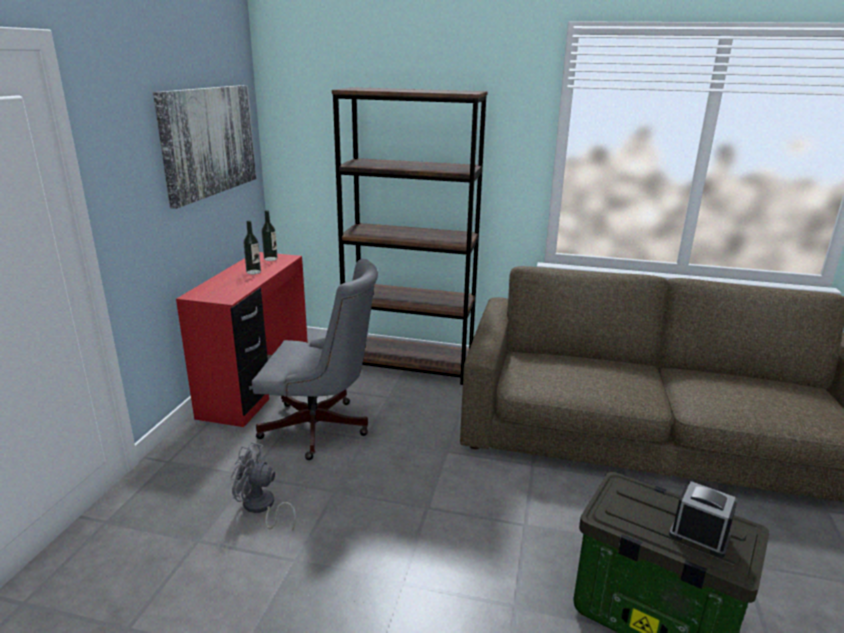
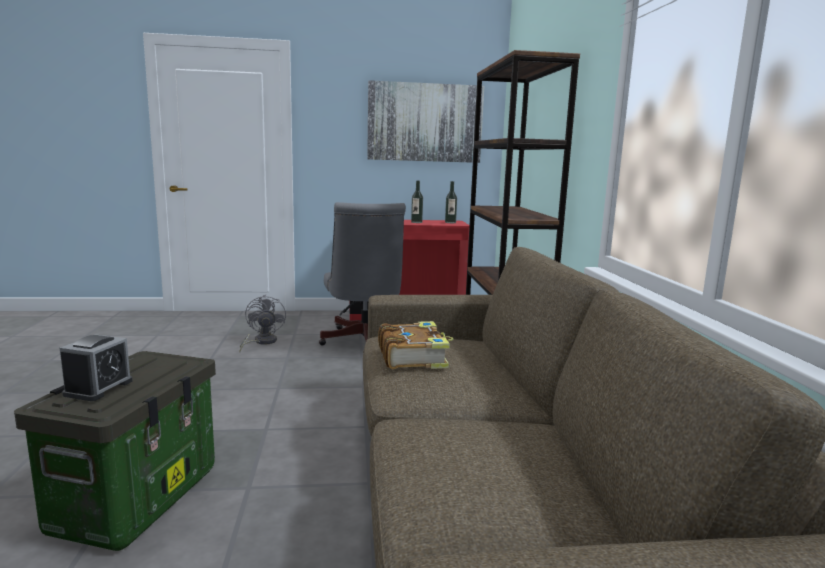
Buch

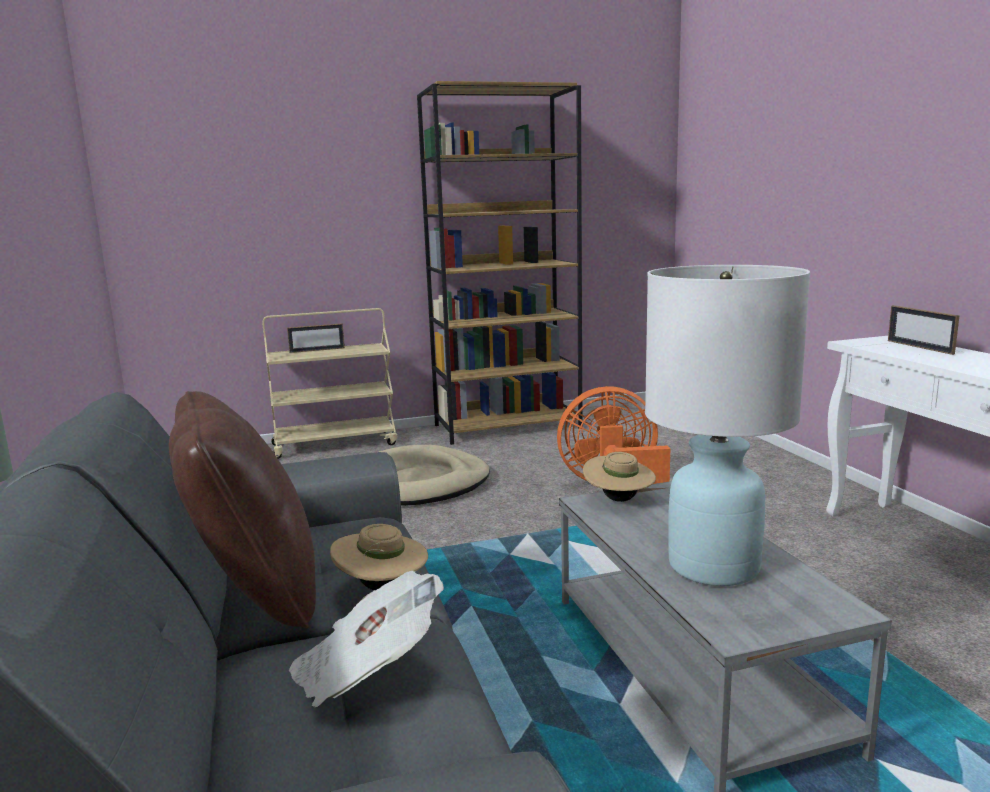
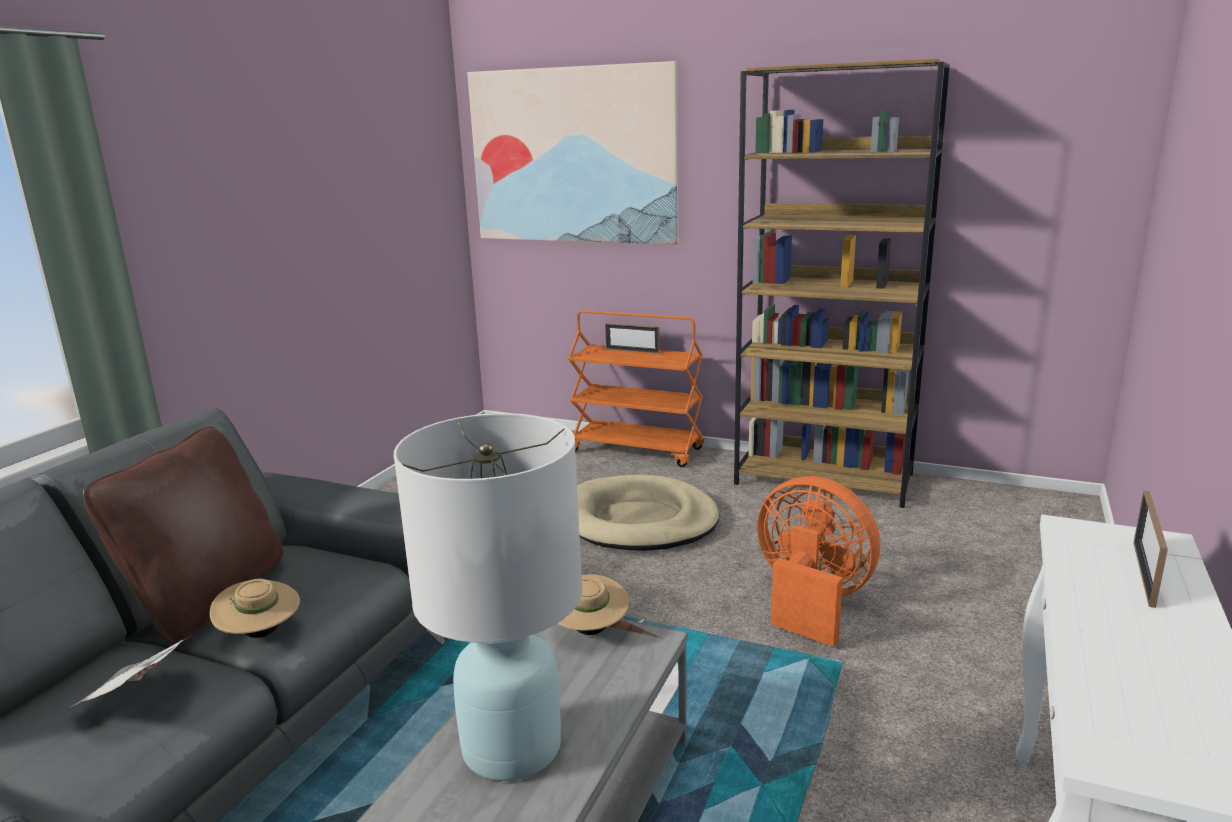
Rollwagen (orange)
Bild

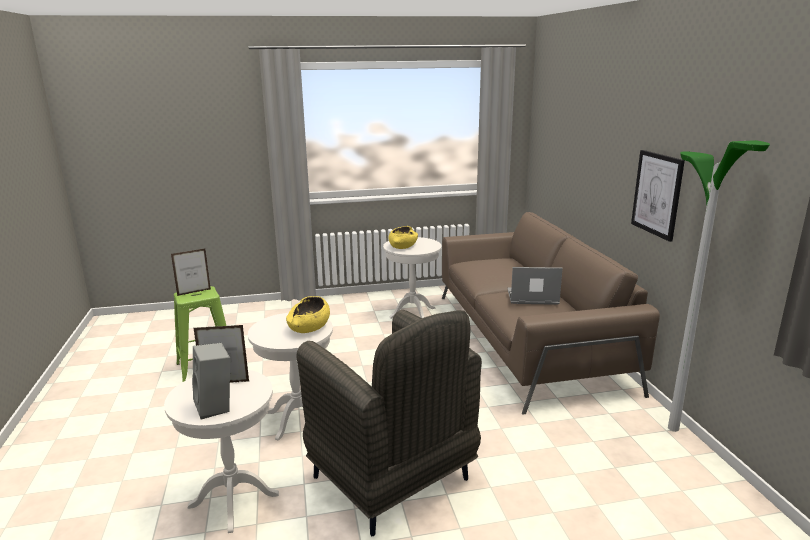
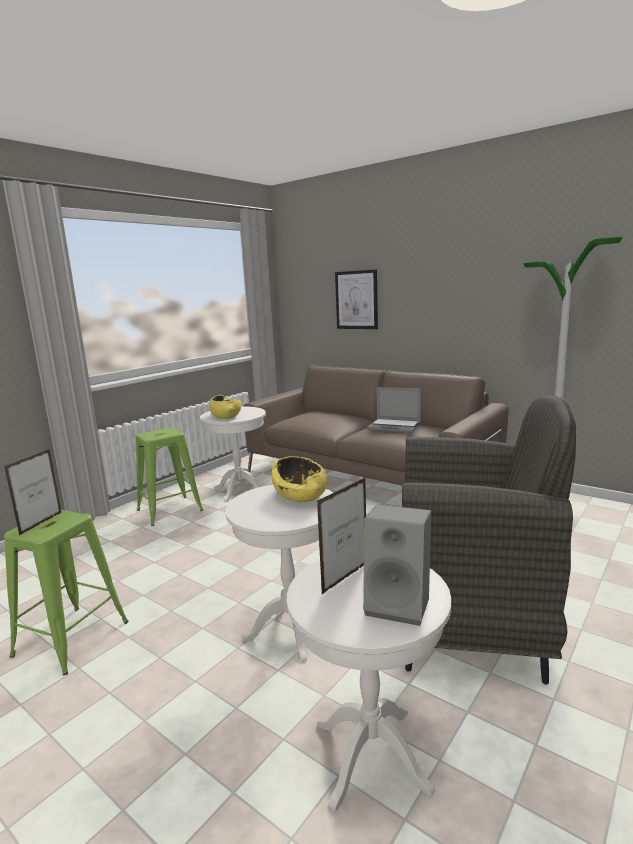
Bild
Laptop
Hocker (grün) (2nd from left)

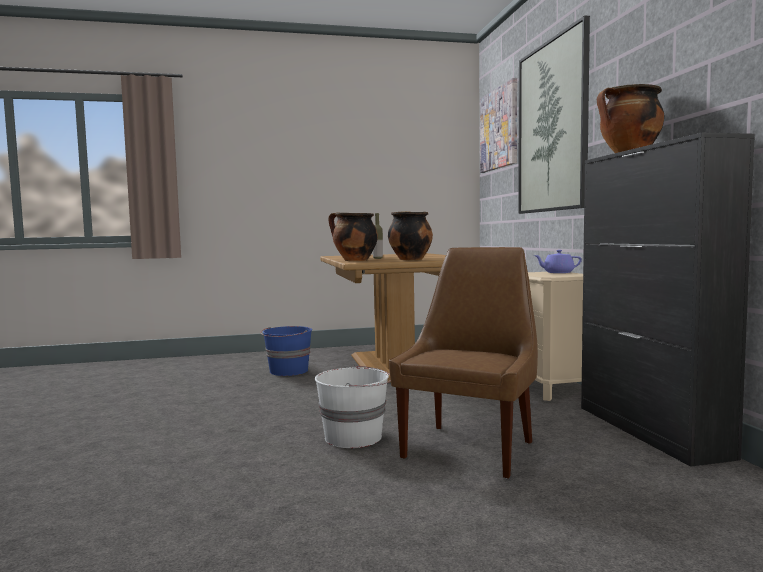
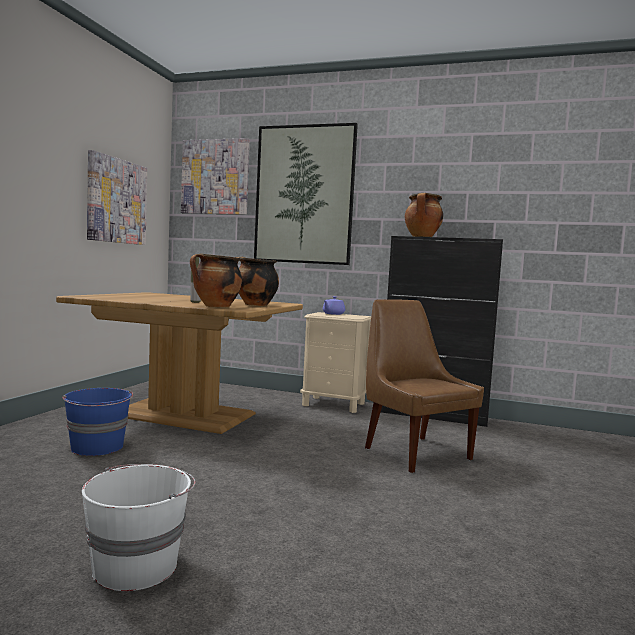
Eimer (weiß)
Bild (1st from left)

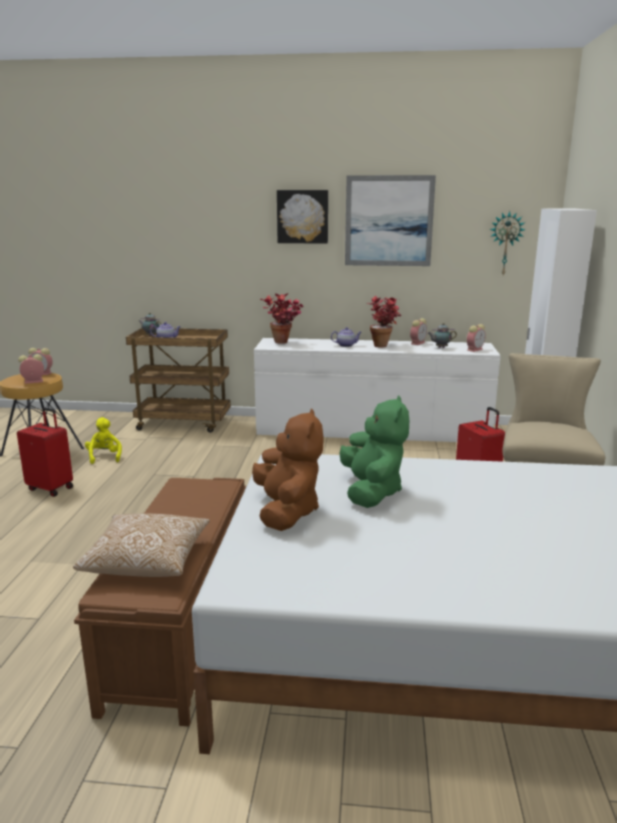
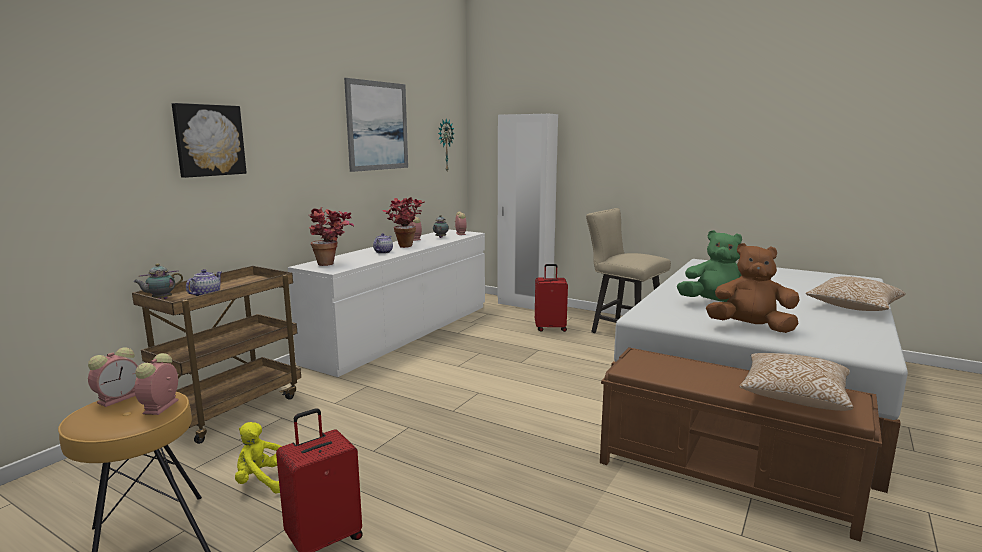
Bild (1st from left)
Kissen (2nd from left)

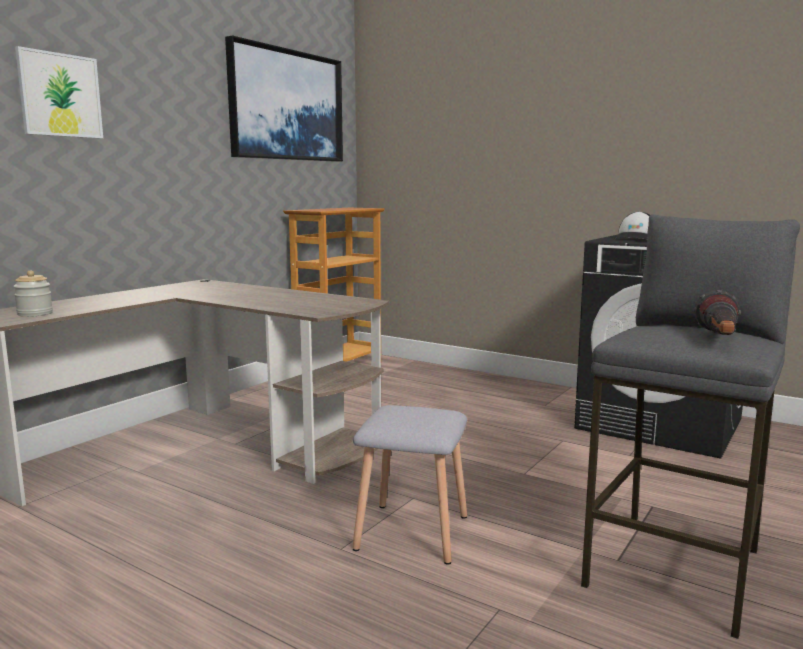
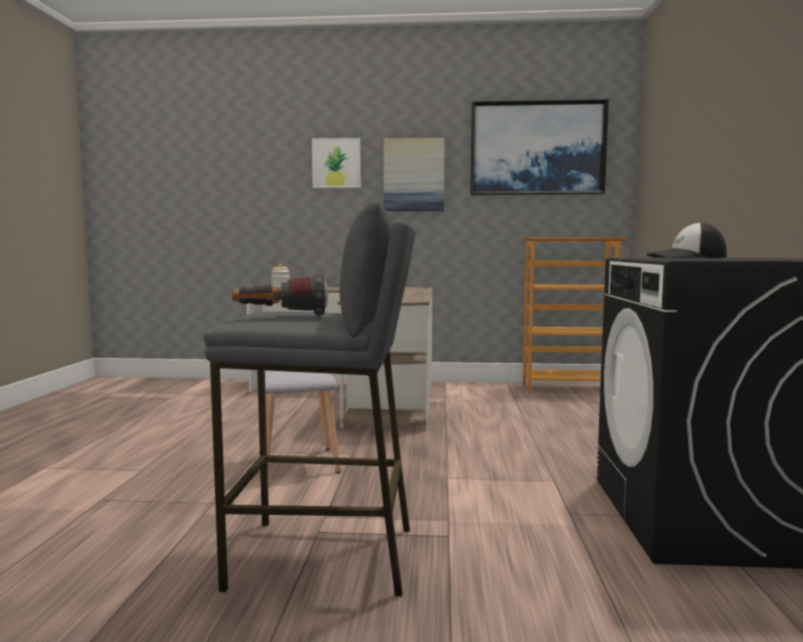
Bild (2nd from left)

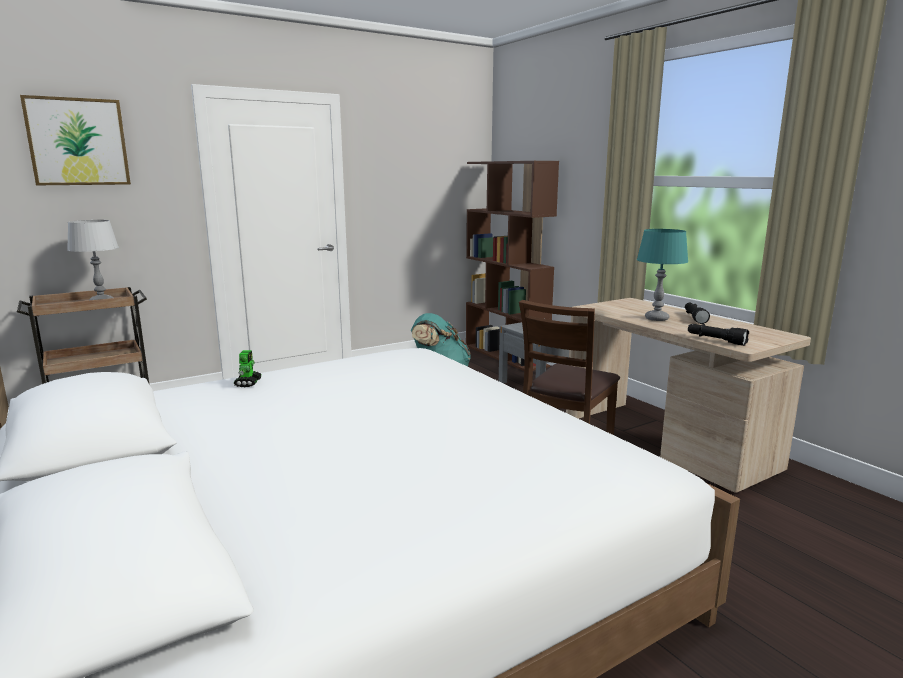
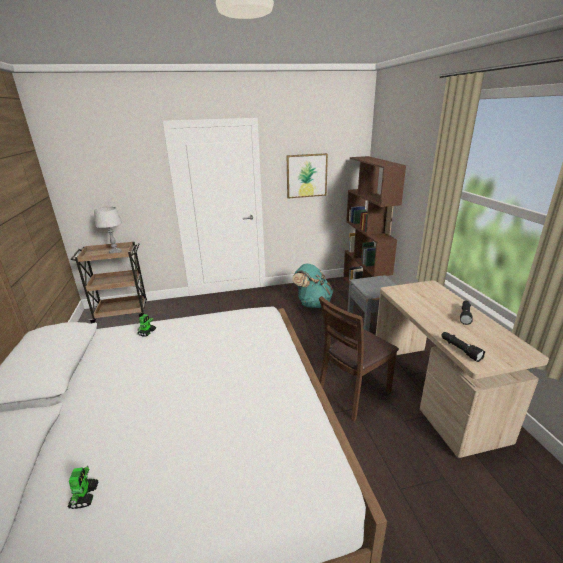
Bild
Tischlampe (türkis)
Spielzeugroboter (1st from left)

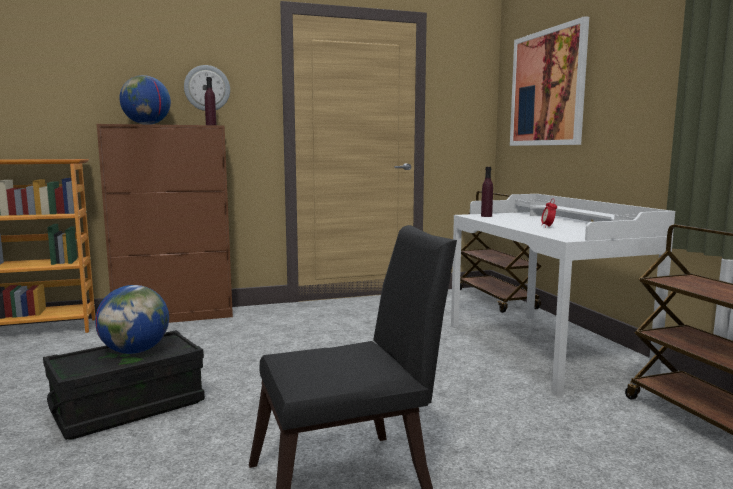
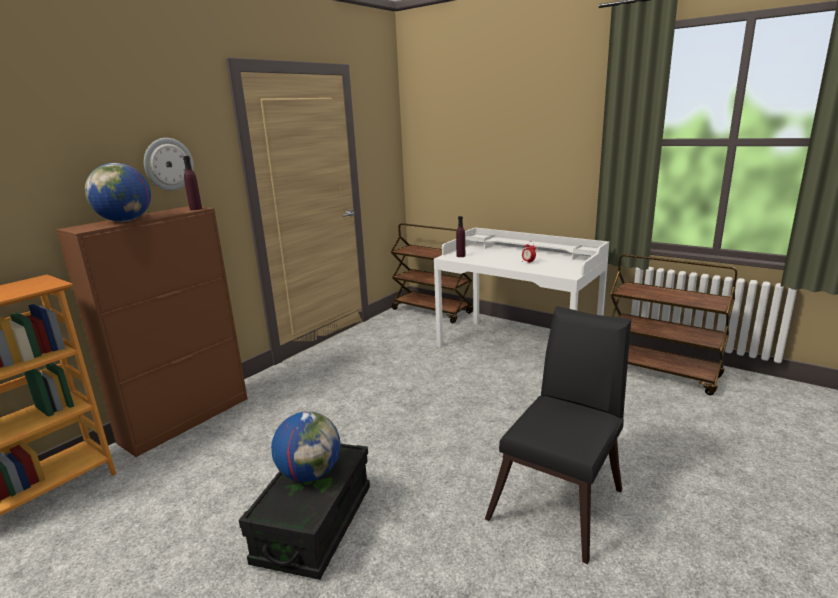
Bild

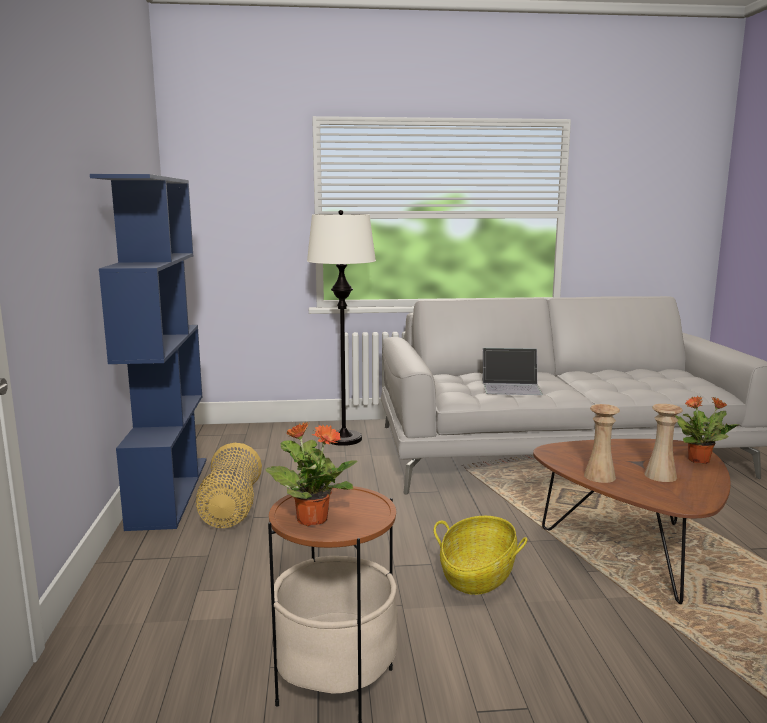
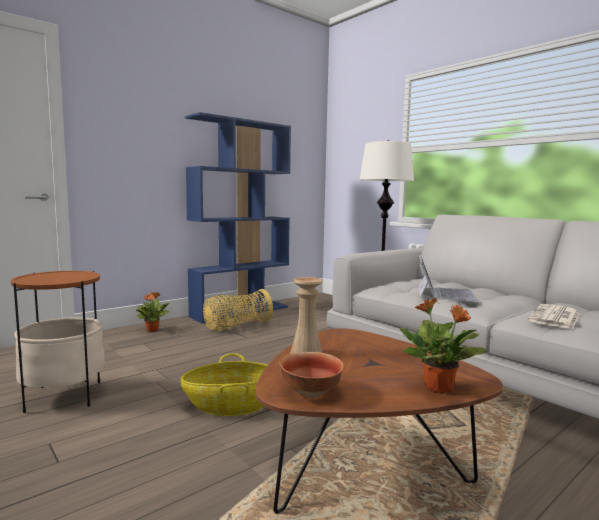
Laptop
Vase (beige) (2nd from left in the first image)
Topfpflanze (1st from left)
Zeitung
Schüssel

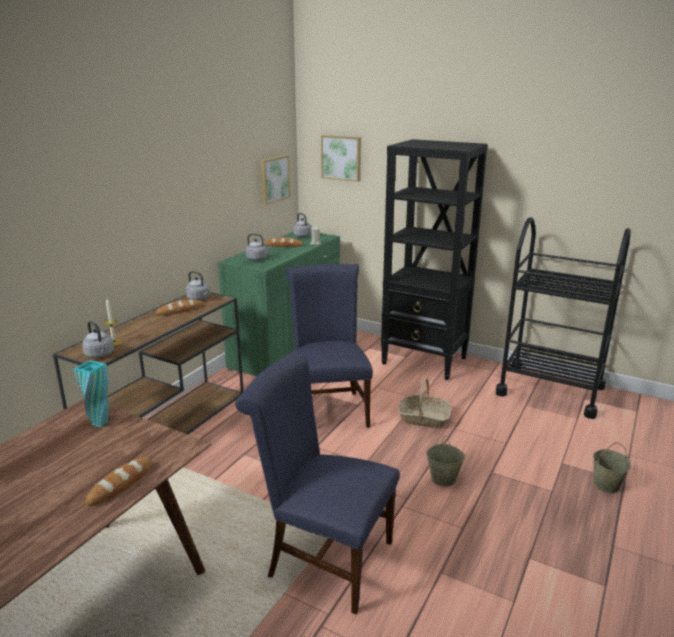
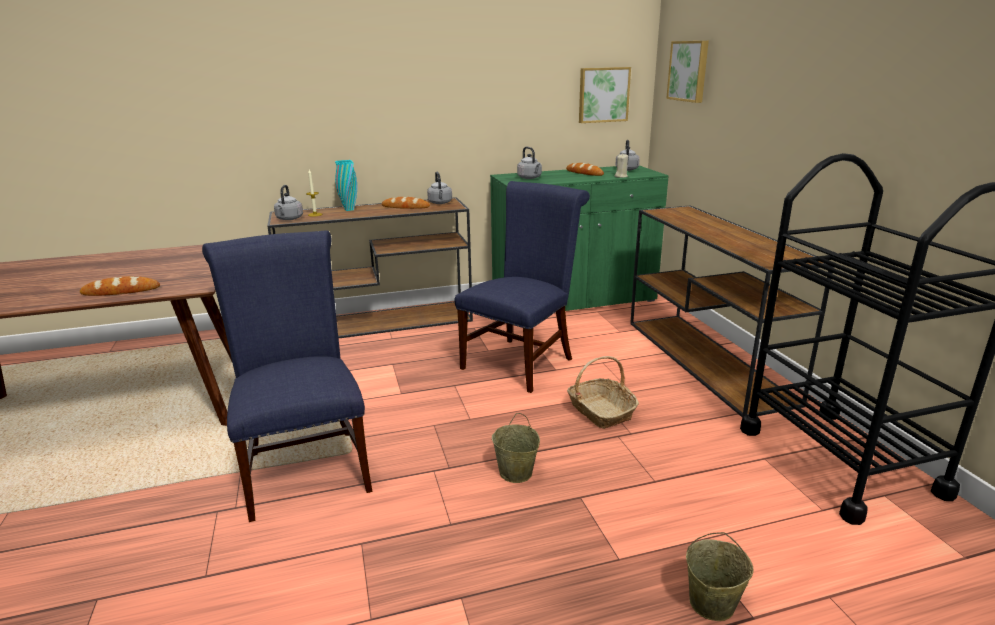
Konsolentisch (braun) (2nd from left)
Vase (türkis)

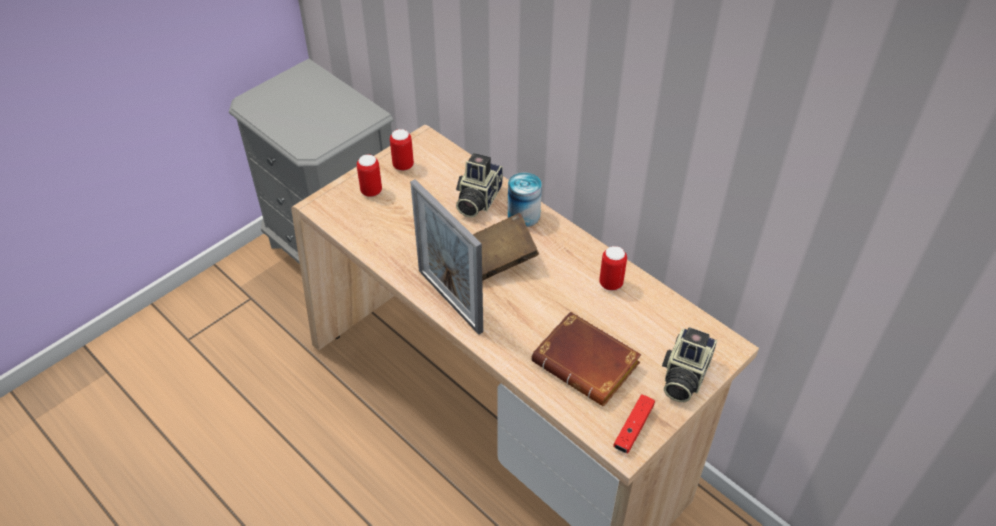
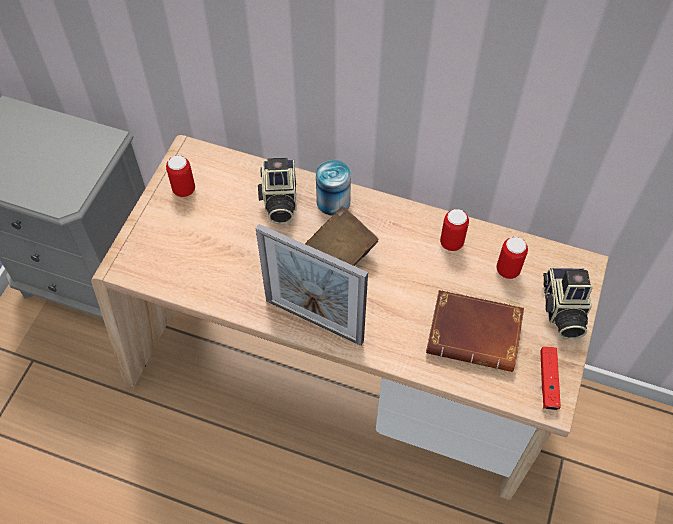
Dose (4th from left)

